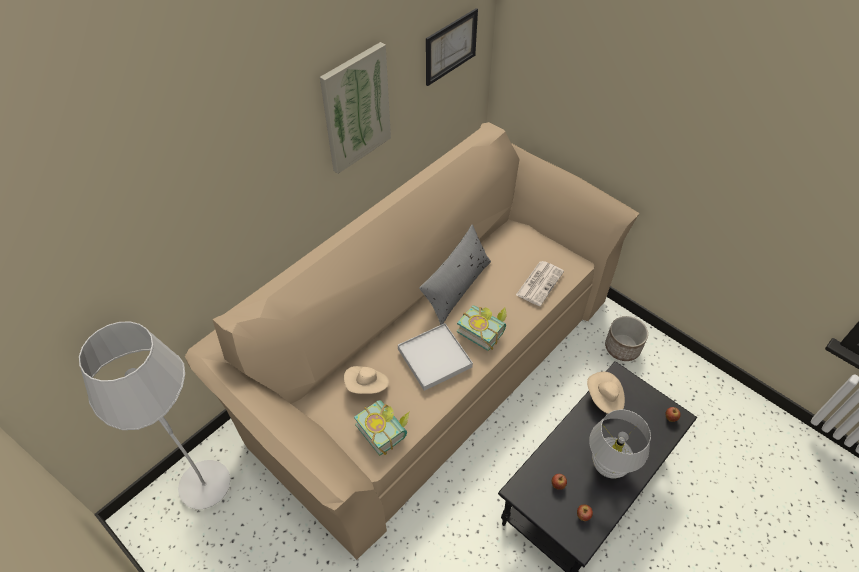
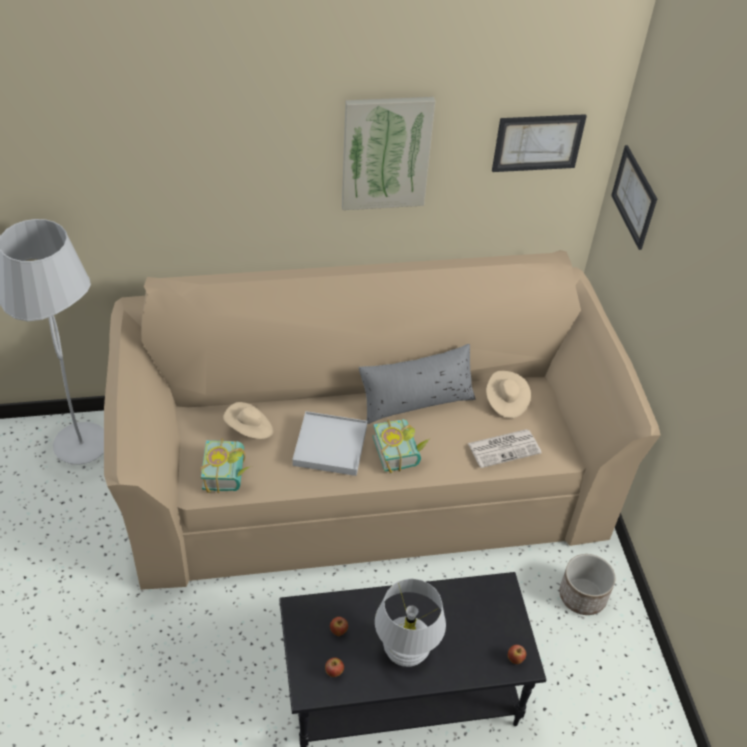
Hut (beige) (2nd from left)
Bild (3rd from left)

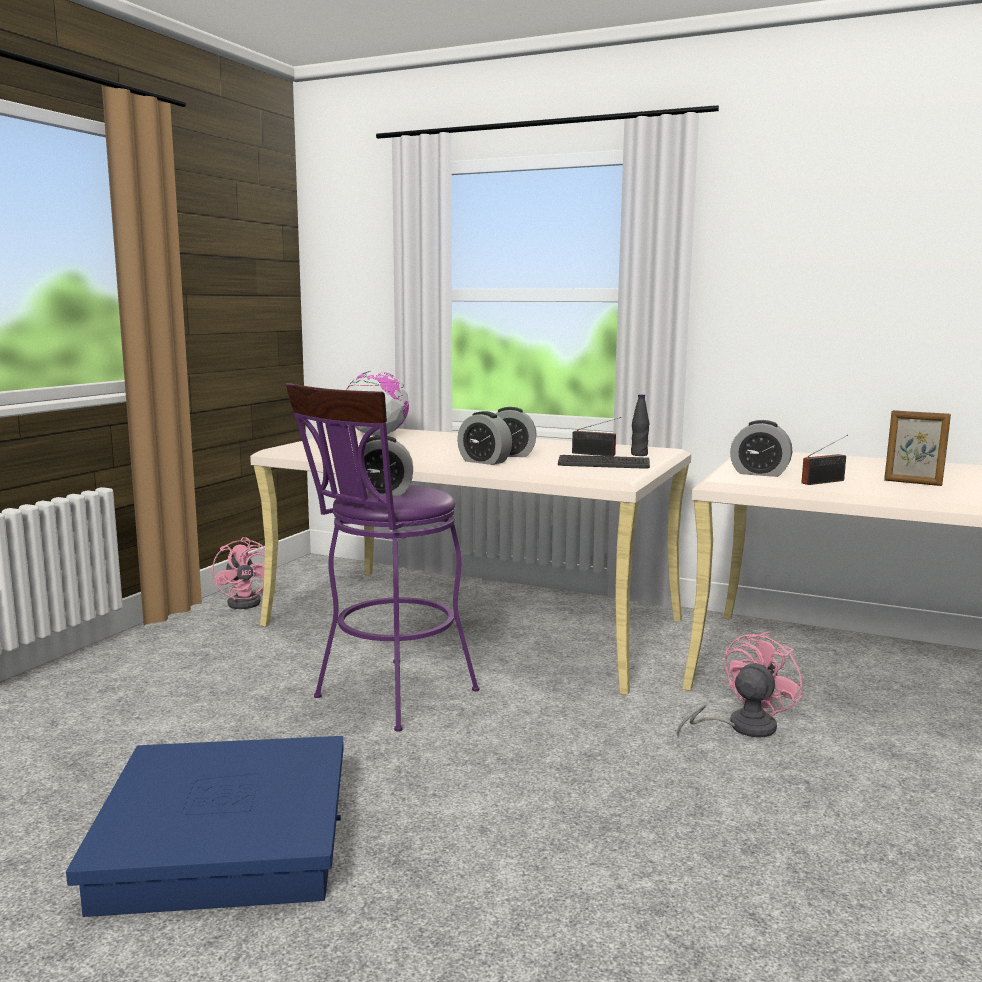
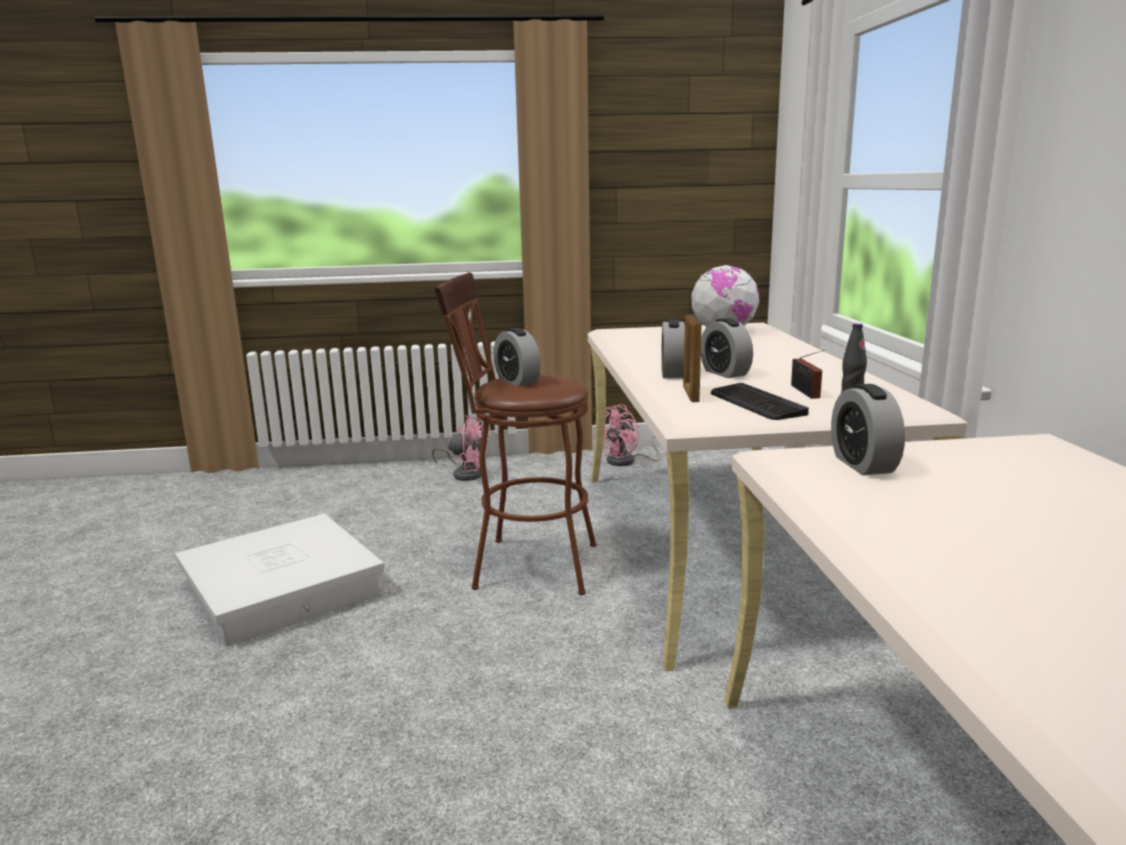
Hocker (braun)
Bilderrahmen
Radio (2nd from left in the first image)
Ventilator (rosa) (1st from left)
Aufbewahrungsbox (weiß)

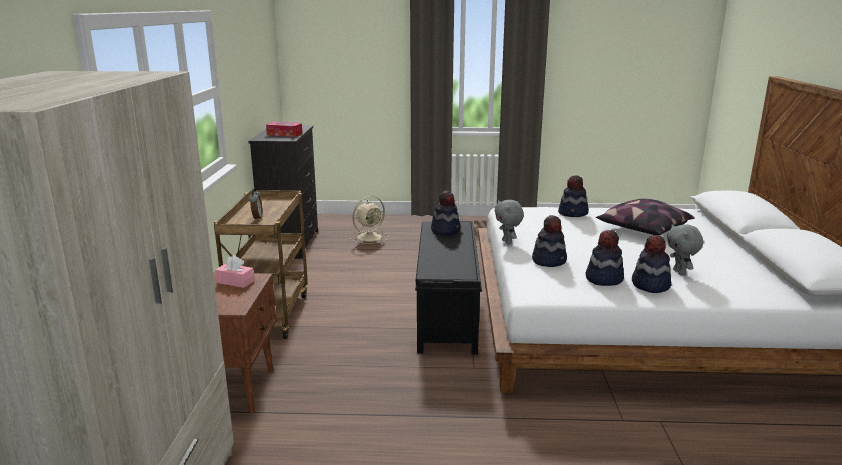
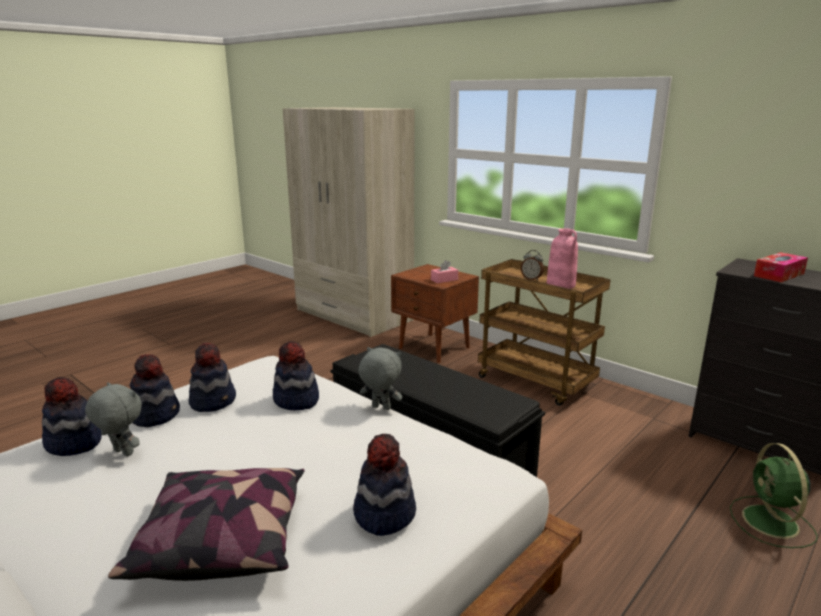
Hut (1st from left)
Ventilator (grün)
Vase (rosa)

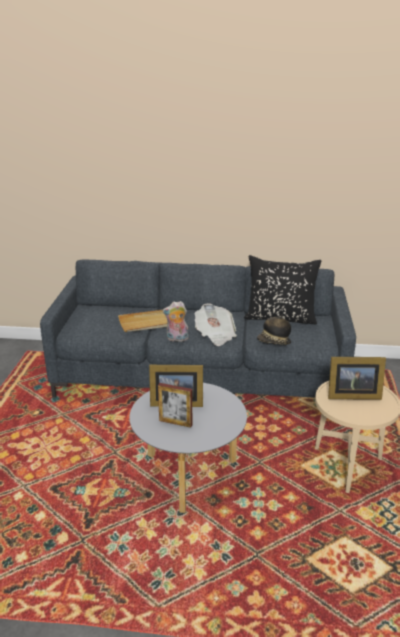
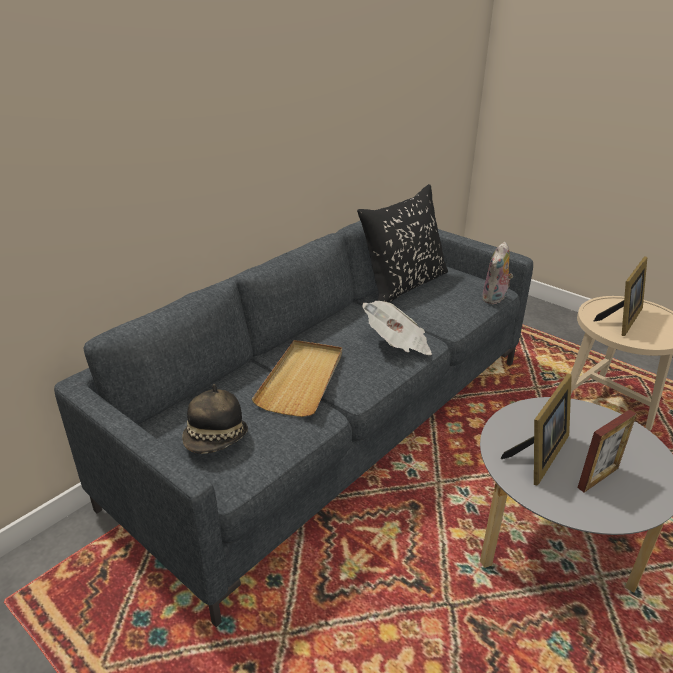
Plüschtier
Hut

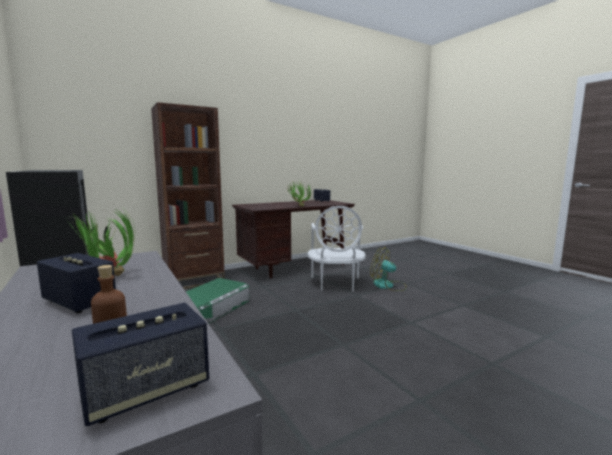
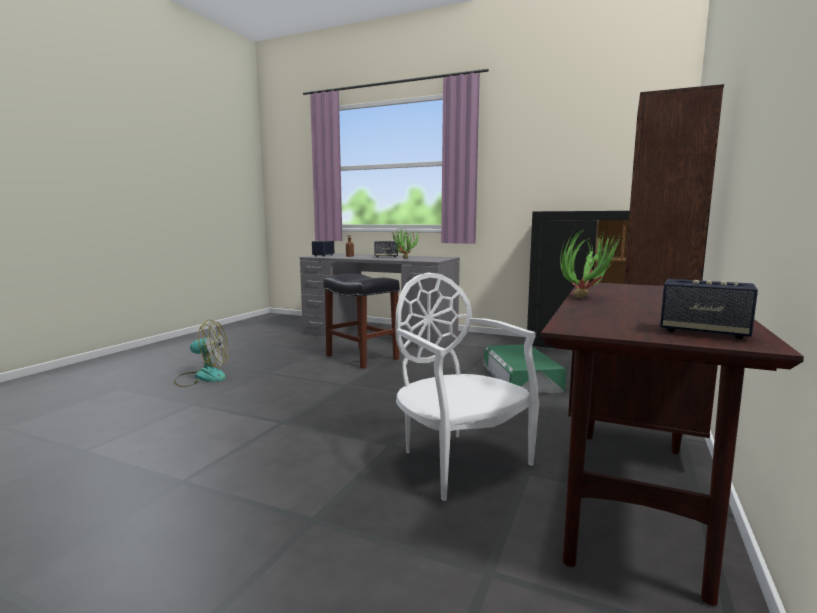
Ventilator
Hocker (schwarz)

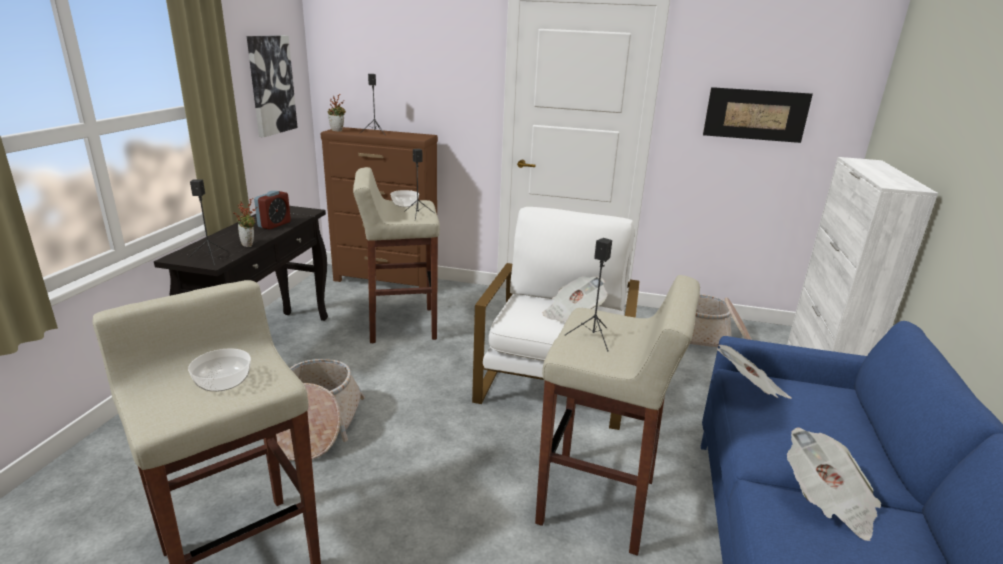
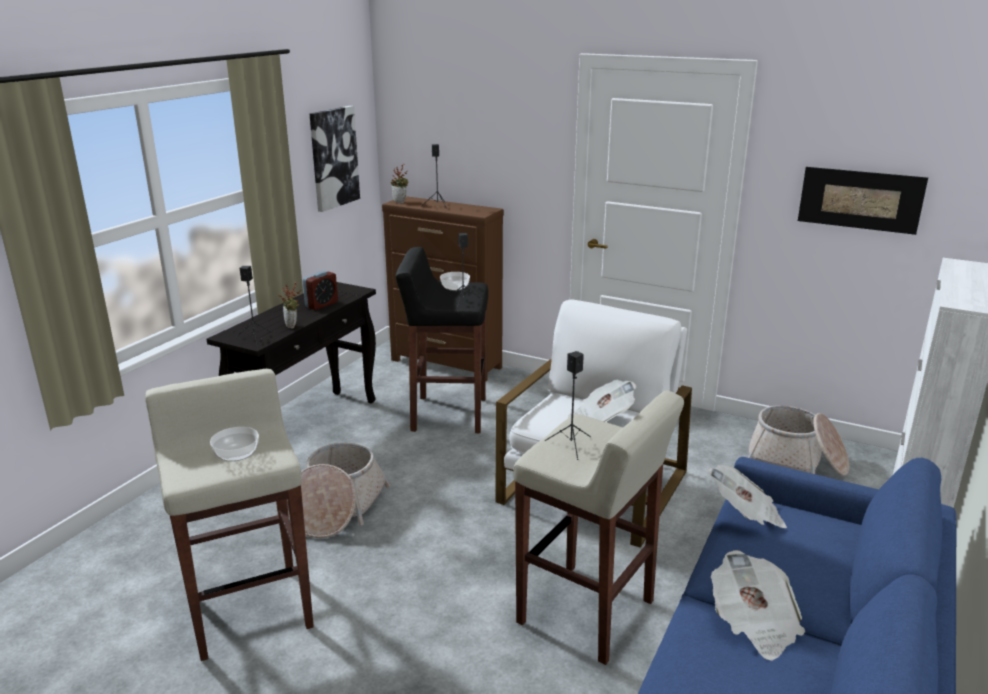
Hocker (schwarz)

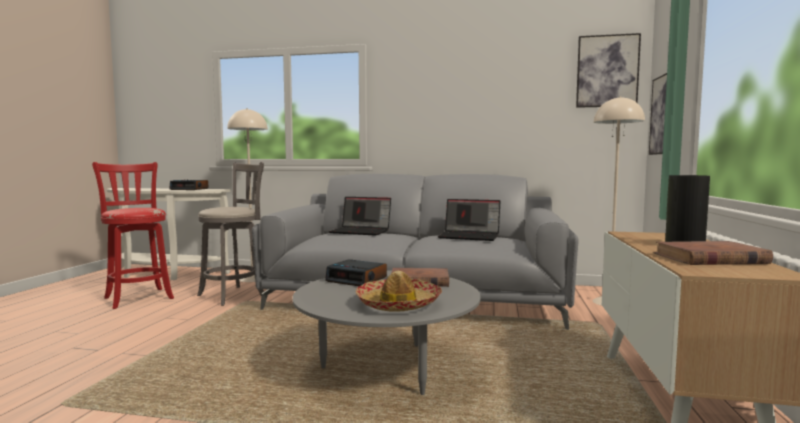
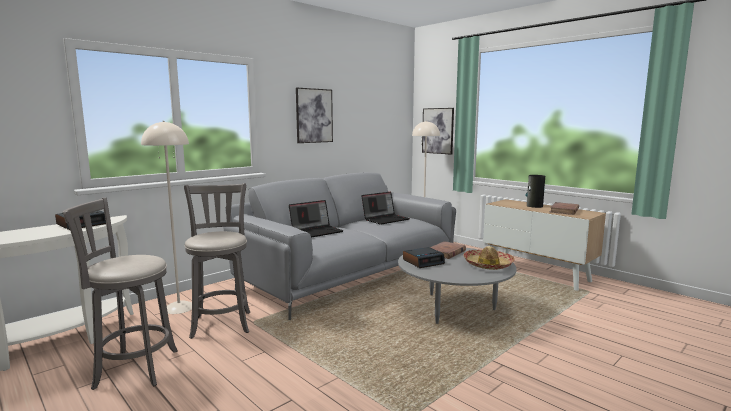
Bild (1st from left)
Hocker (grau) (1st from left)

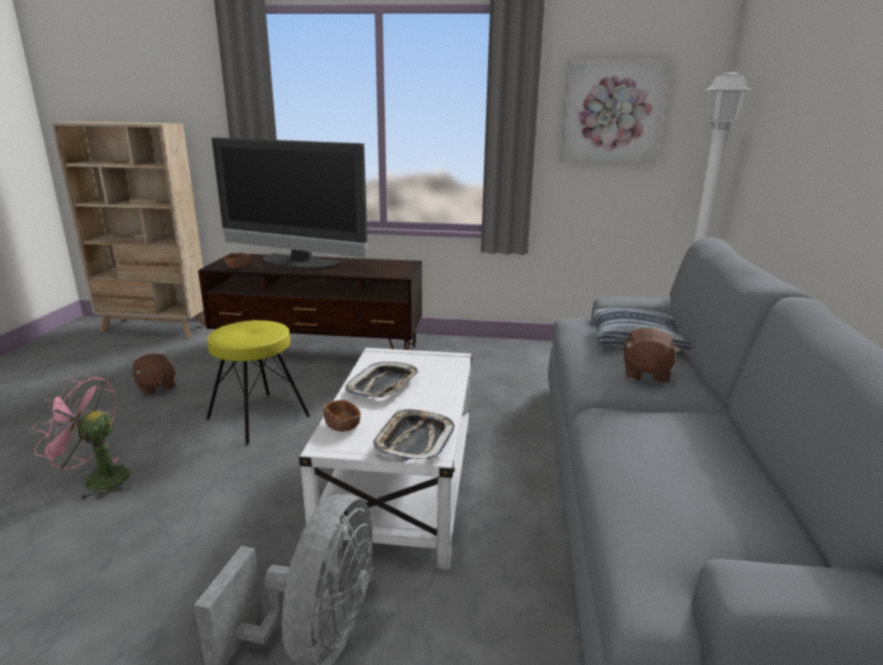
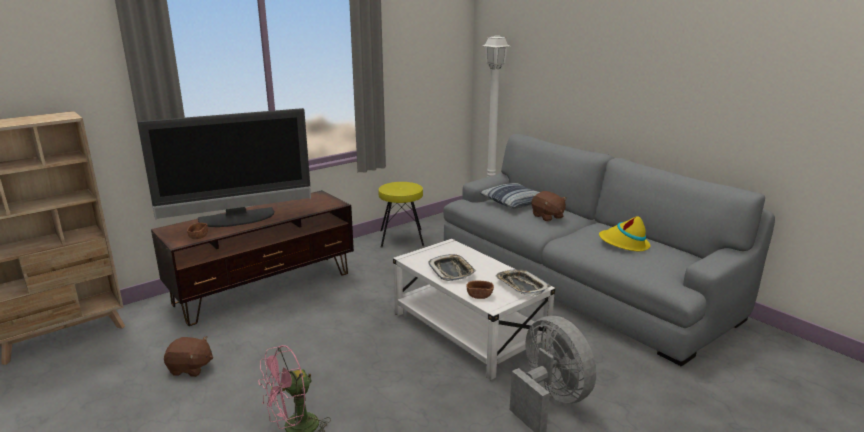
Bild
Hocker (gelb)
Hut (gelb)

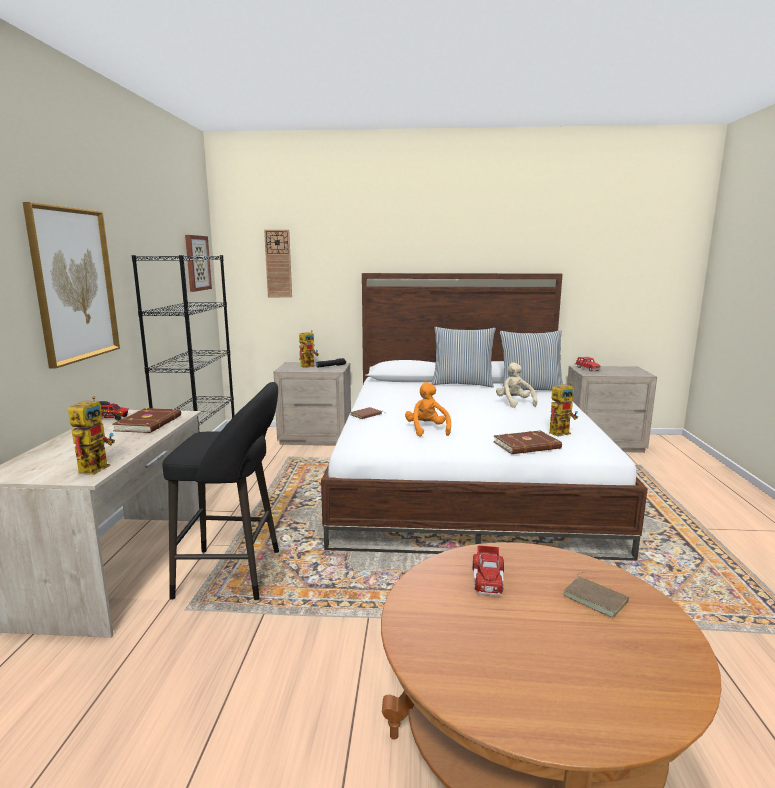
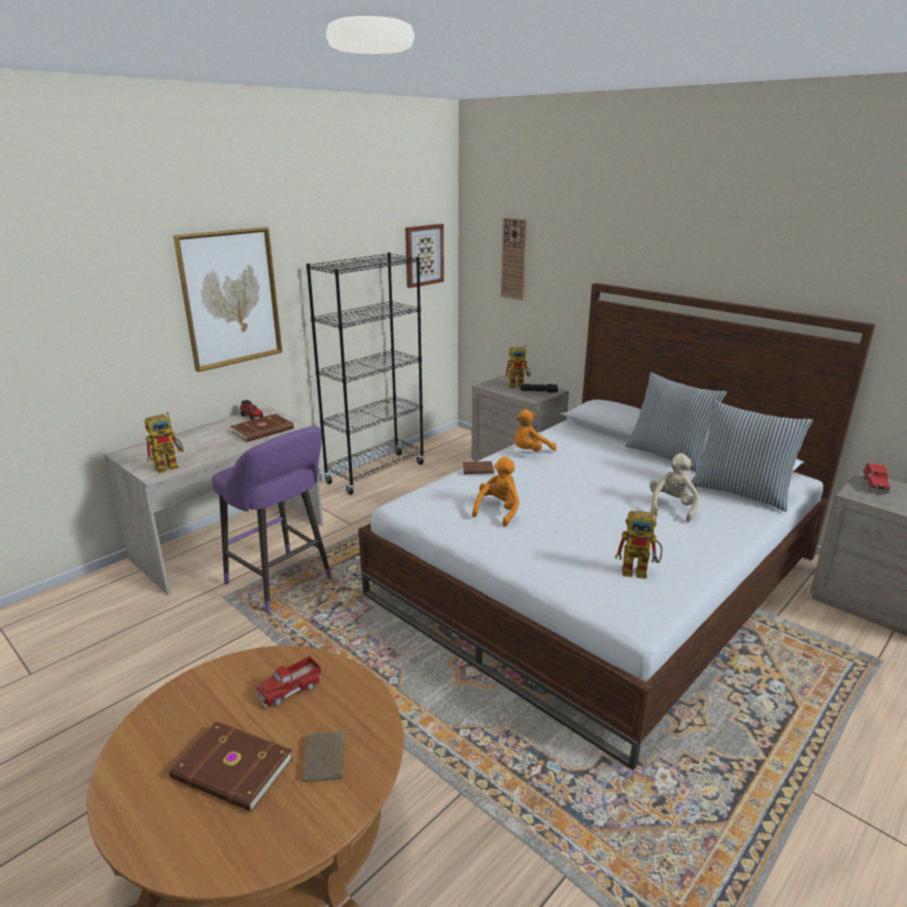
Hocker (lila)
Buch (braun) (1st from left)
Plüschtier (orange) (2nd from left)

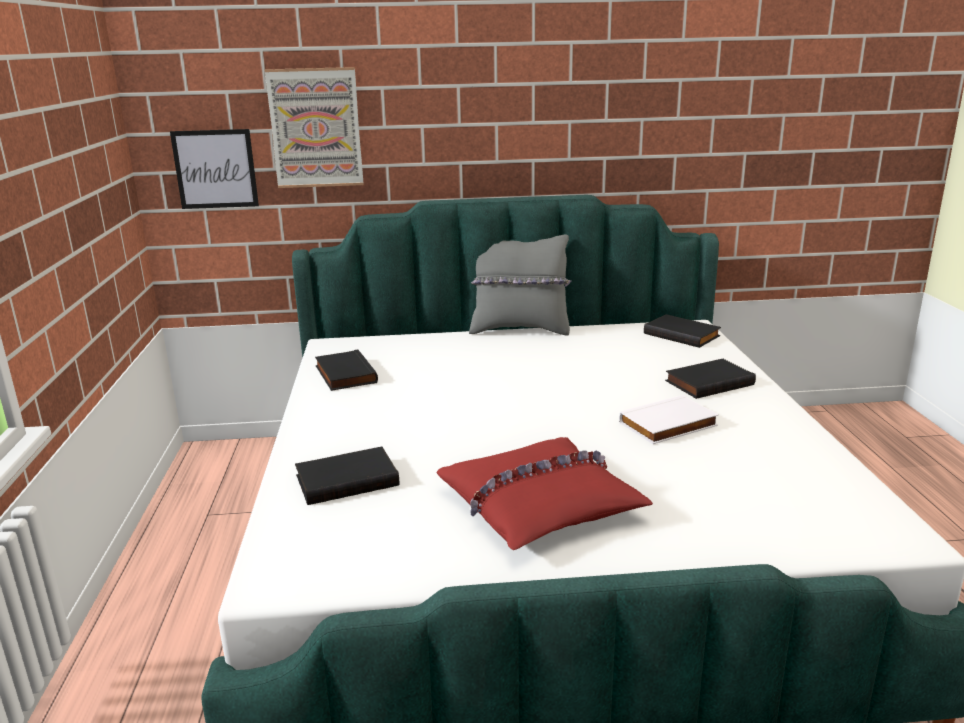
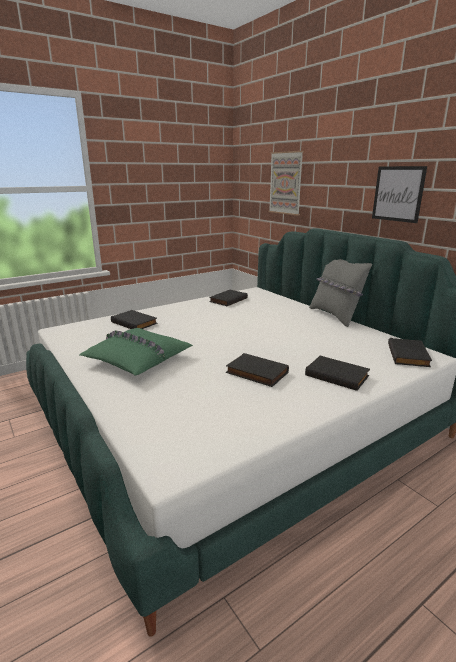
Bild (2nd from left)
Buch (schwarz) (3rd from left)
Kissen (grün)

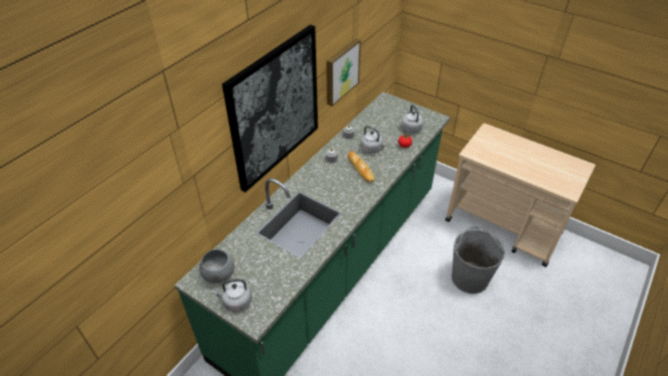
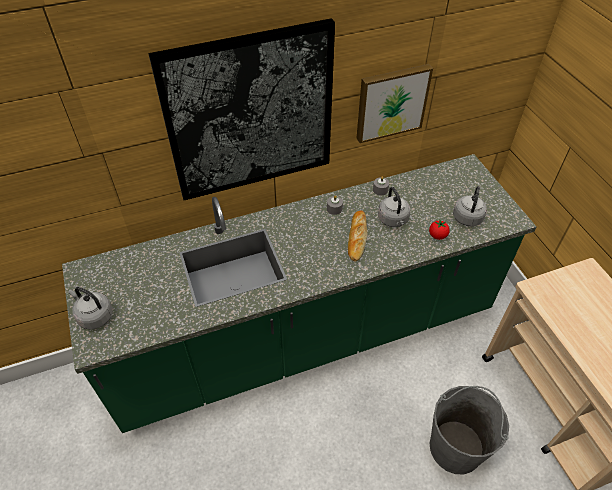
Schüssel (grau)

